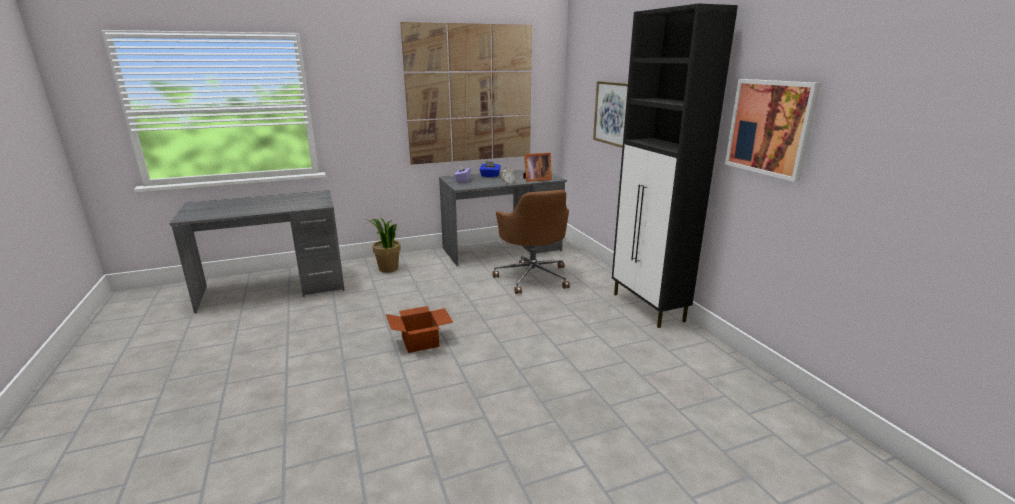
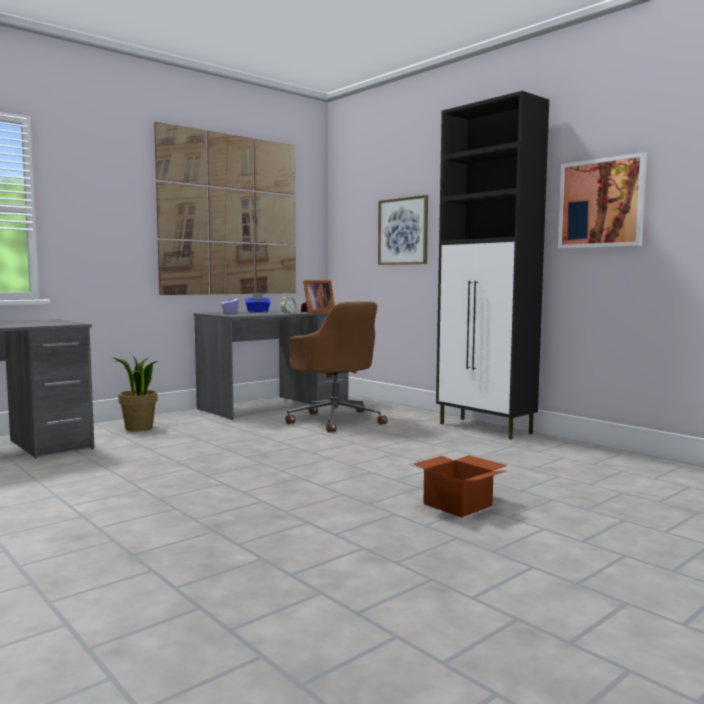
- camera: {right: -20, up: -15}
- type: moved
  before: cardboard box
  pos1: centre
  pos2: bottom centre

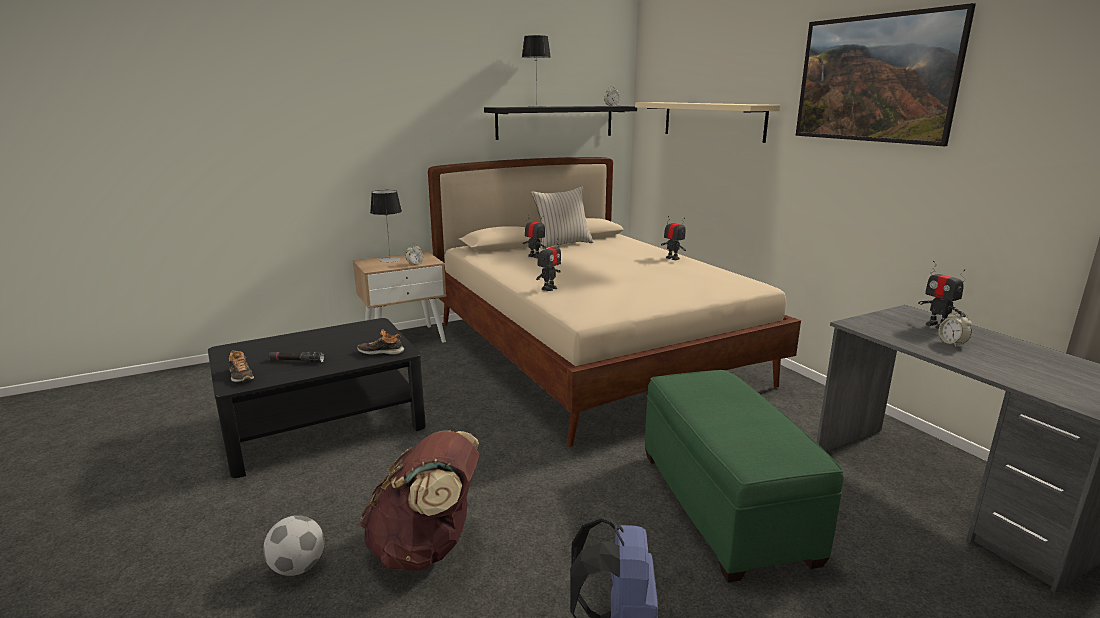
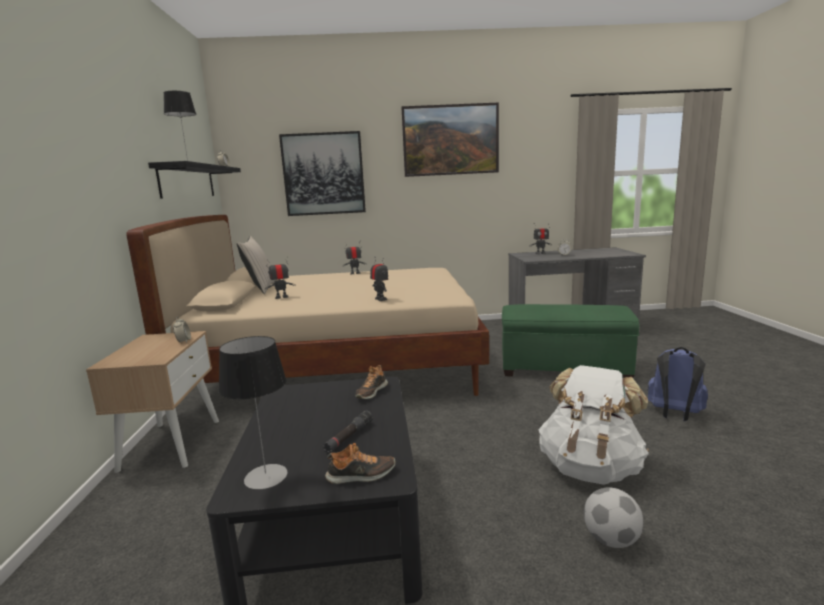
- camera: {right: -65, up: -5}
- type: replaced
  before: beige shelf
  after: picture (1st from left)
  pos1: top centre
  pos2: top centre
- type: moved
  before: table lamp (1st from left in the first image)
  after: table lamp (2nd from left)
  pos1: centre
  pos2: bottom left
- type: recoloured
  before: brown backpack
  after: white backpack
  pos1: bottom centre
  pos2: bottom right

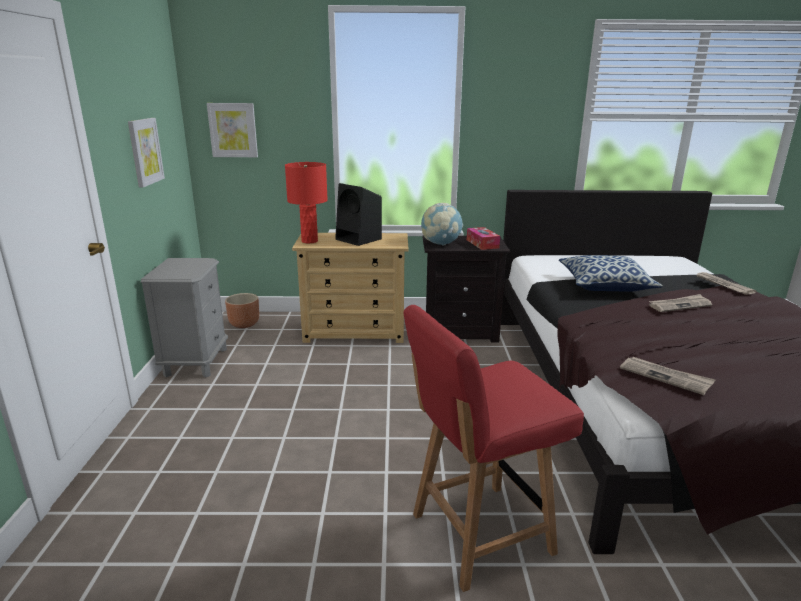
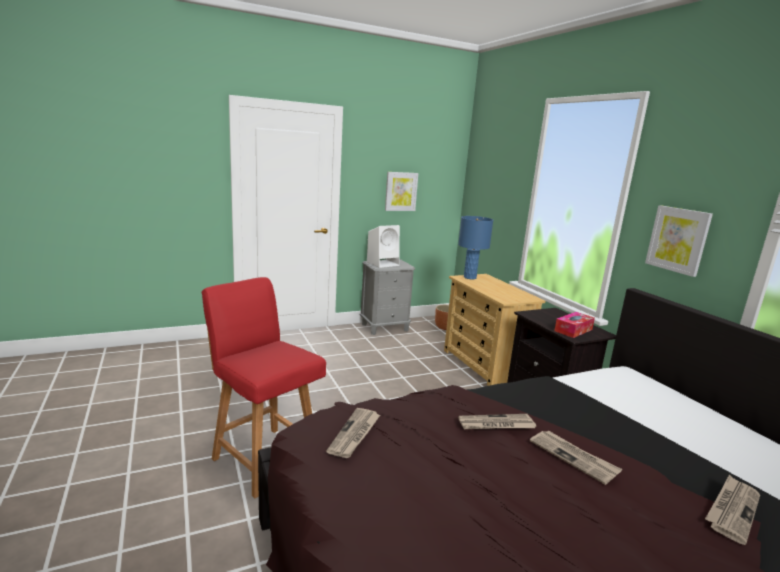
- camera: {right: 65, up: -5}
- type: moved
  before: picture (2nd from left)
  pos1: top left
  pos2: middle right
- type: recoloured
  before: red table lamp
  after: blue table lamp
  pos1: centre
  pos2: centre
- type: removed
  before: black speaker
  pos1: centre
- type: removed
  before: globe
  pos1: centre
- type: removed
  before: pillow
  pos1: middle right
- type: added
  after: white speaker
  pos2: centre
- type: added
  after: newspaper (2nd from left)
  pos2: bottom centre

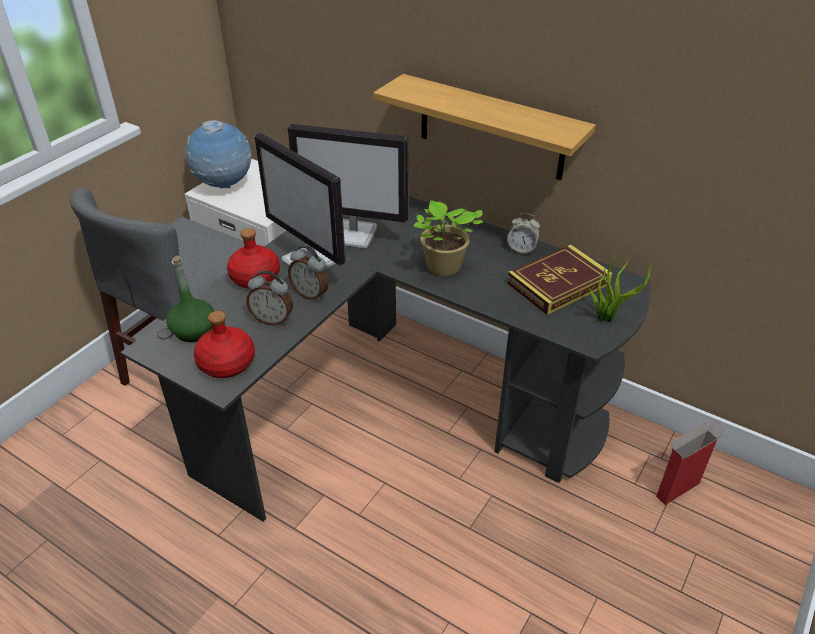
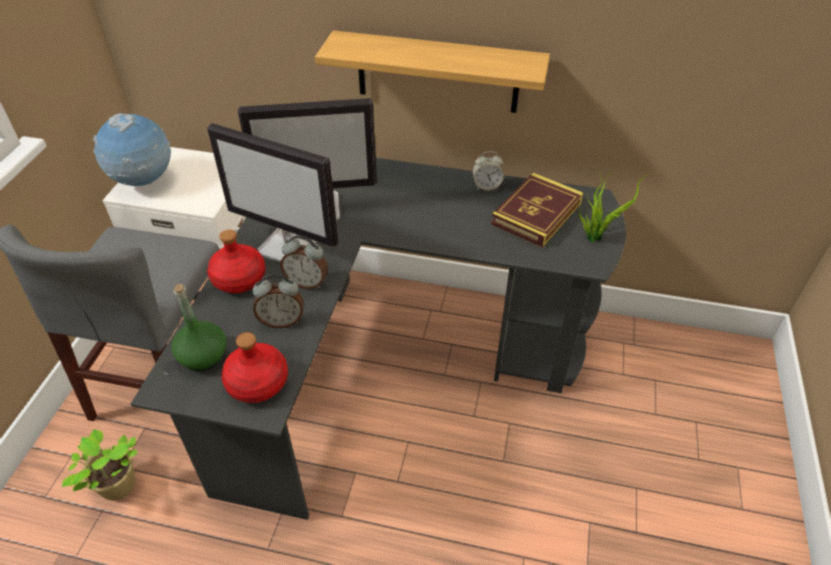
- camera: {right: -20, up: 5}
- type: moved
  before: potted plant (1st from left)
  pos1: centre
  pos2: bottom left
- type: removed
  before: cardboard box
  pos1: bottom right

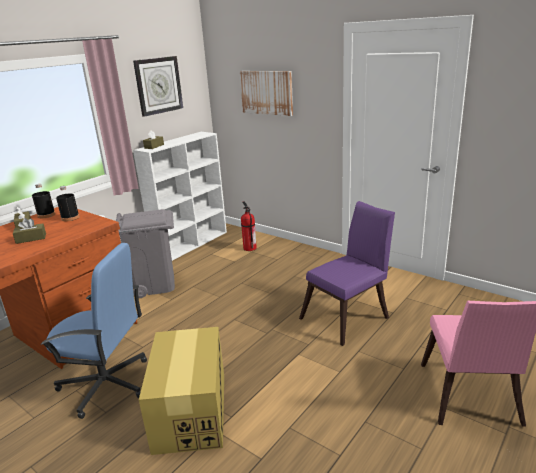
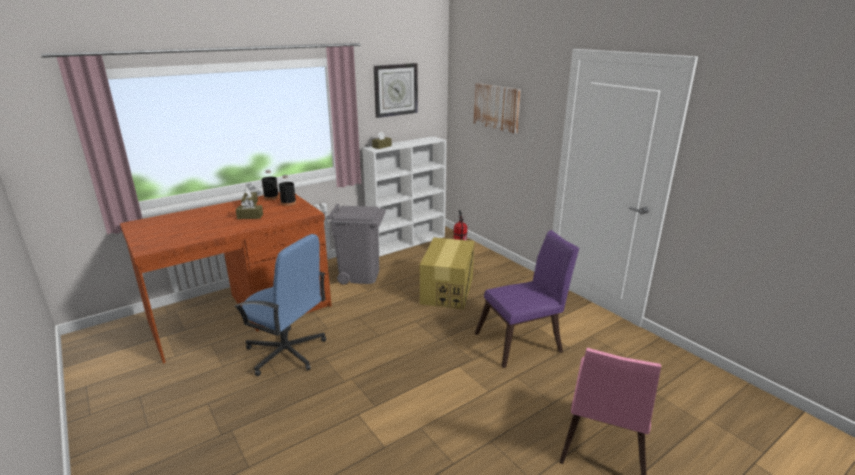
- camera: {right: 15, up: 0}
- type: moved
  before: cardboard box
  pos1: bottom centre
  pos2: centre

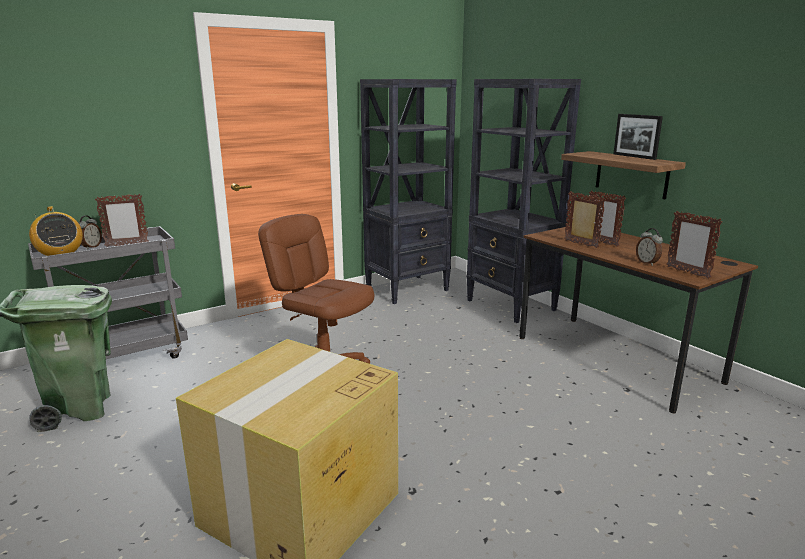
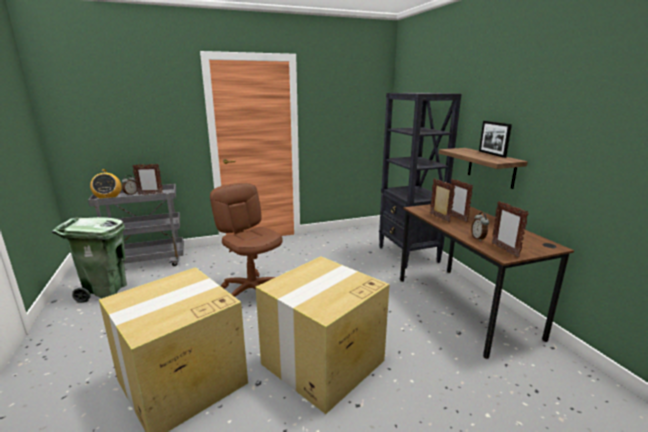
- camera: {right: 15, up: 0}
- type: removed
  before: black bookcase (1st from left)
  pos1: centre
- type: added
  after: cardboard box (2nd from left)
  pos2: bottom centre

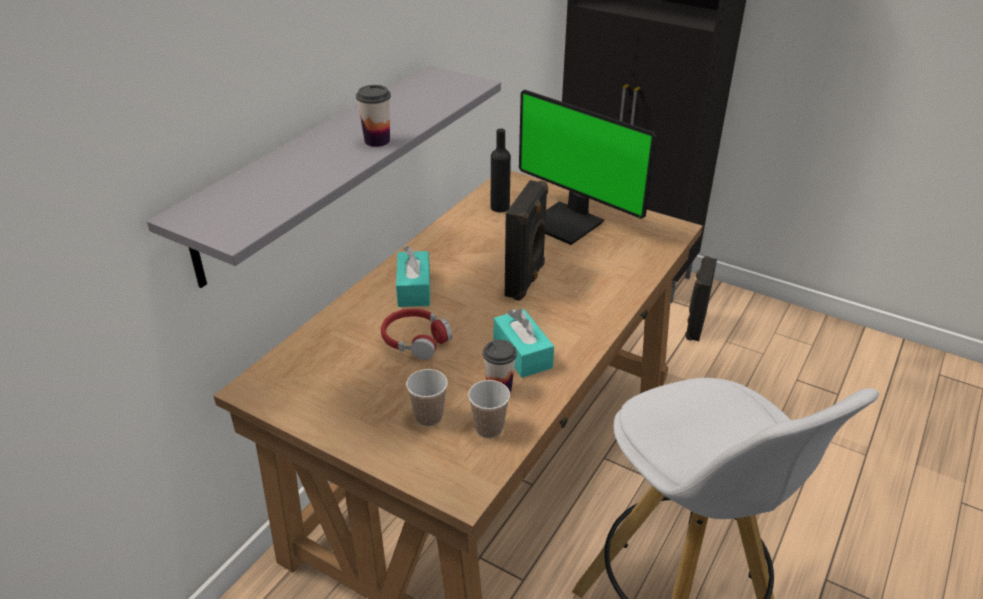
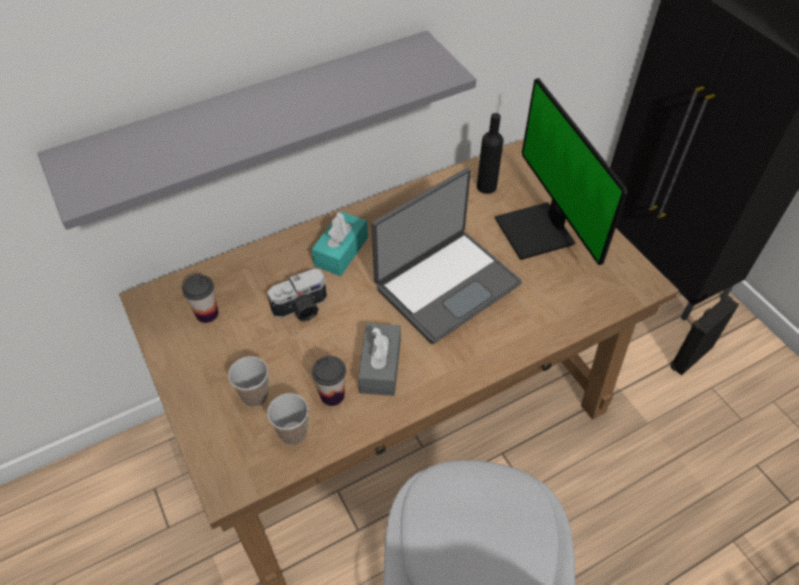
- camera: {right: 30, up: 15}
- type: moved
  before: cup (1st from left)
  pos1: top centre
  pos2: middle left
- type: replaced
  before: black speaker (1st from left)
  after: laptop
  pos1: centre
  pos2: centre
- type: replaced
  before: red headphones
  after: photo camera
  pos1: centre
  pos2: centre
- type: recoloured
  before: turquoise tissue box (2nd from left)
  after: grey tissue box
  pos1: centre
  pos2: centre

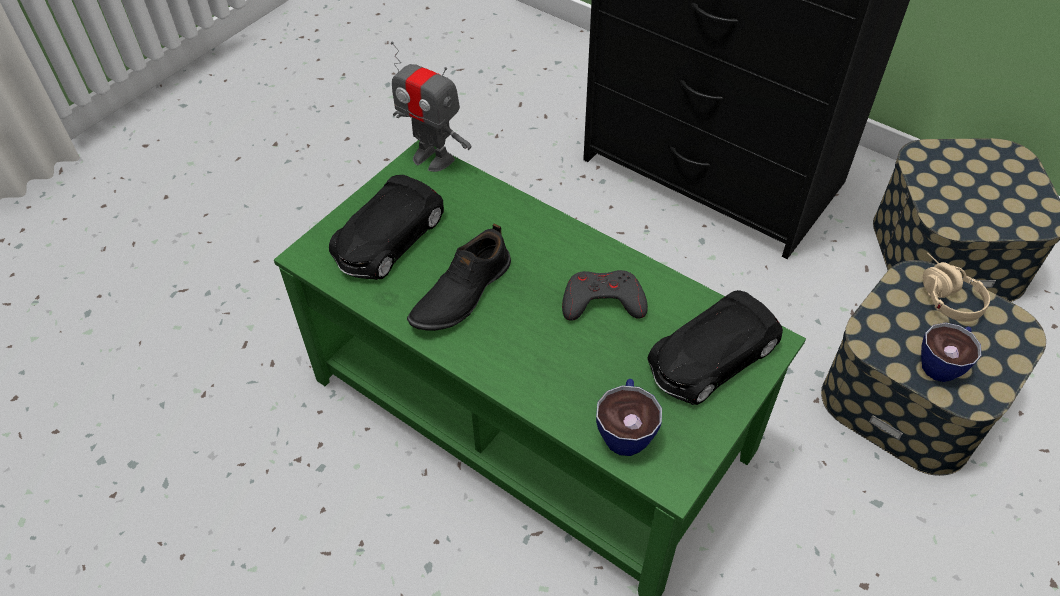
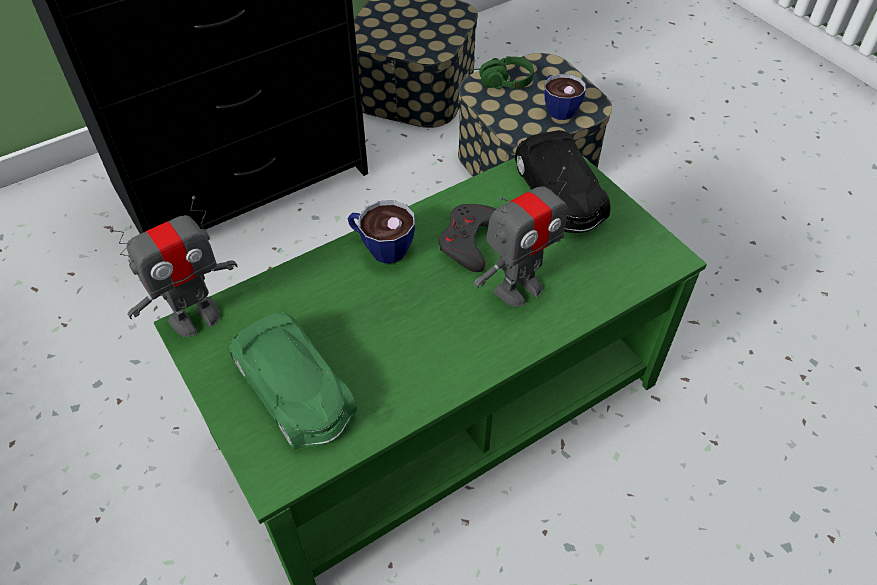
- camera: {right: -70, up: 0}
- type: recoloured
  before: black toy car (1st from left)
  after: green toy car
  pos1: centre
  pos2: centre
- type: removed
  before: black shoe
  pos1: centre
- type: recoloured
  before: beige headphones
  after: green headphones
  pos1: middle right
  pos2: top centre
- type: moved
  before: cup (1st from left)
  pos1: bottom centre
  pos2: centre
- type: added
  after: toy robot (2nd from left)
  pos2: centre

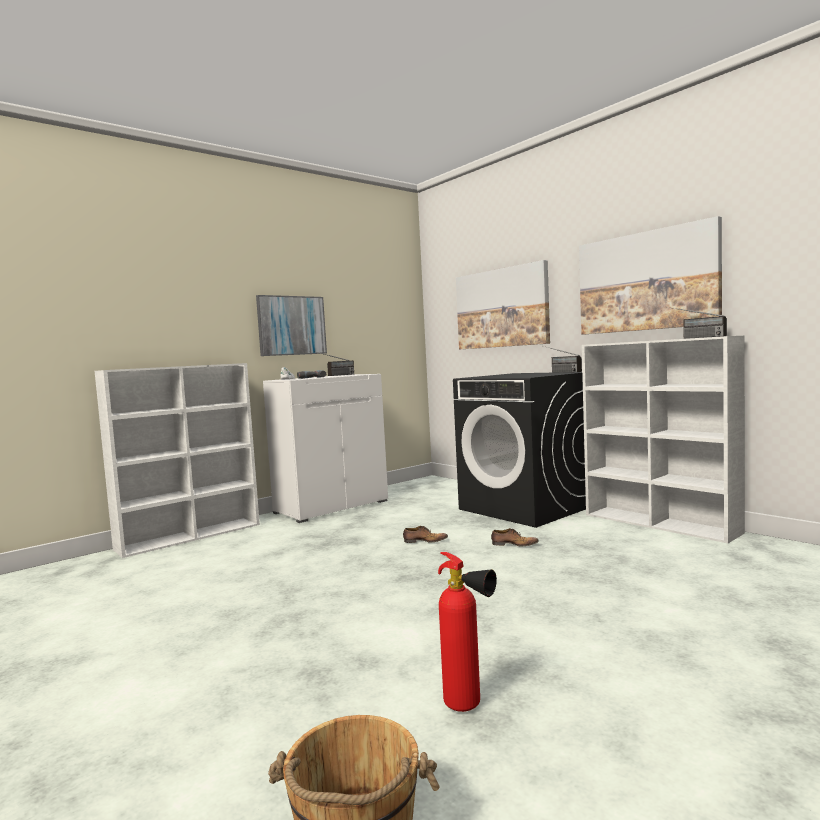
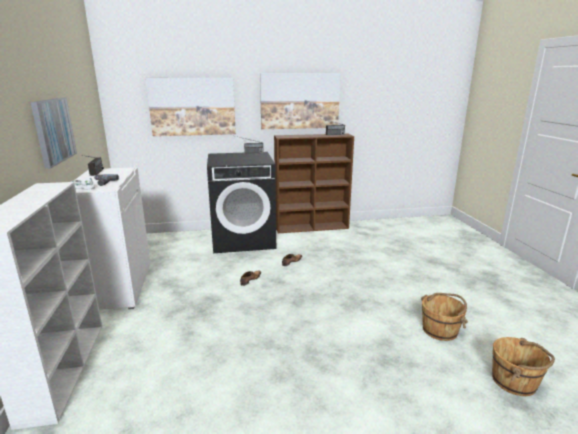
- camera: {right: -60, up: 15}
- type: recoloured
  before: white bookcase (2nd from left)
  after: brown bookcase
  pos1: middle right
  pos2: centre
- type: replaced
  before: fire extinguisher
  after: brown bucket (1st from left)
  pos1: bottom centre
  pos2: bottom right

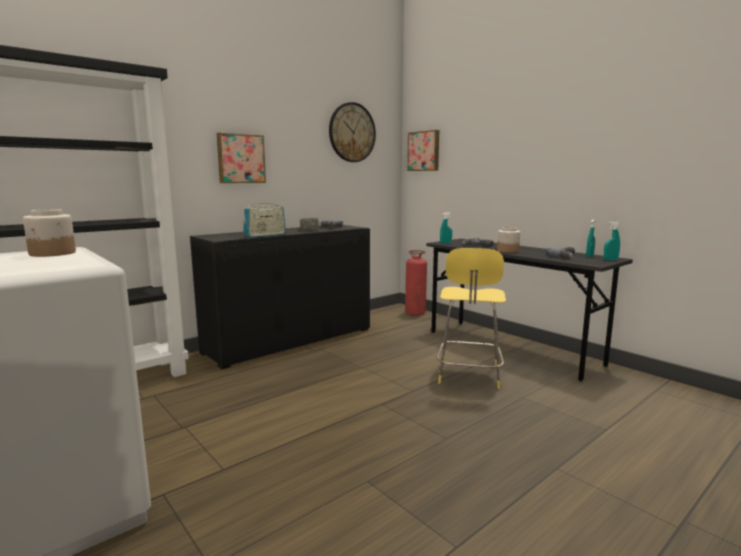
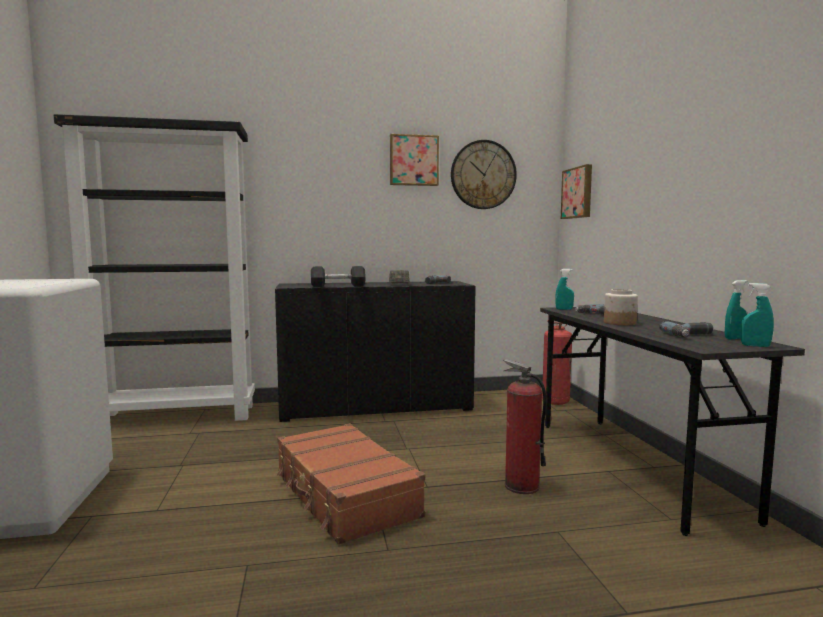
- camera: {right: 30, up: -5}
- type: moved
  before: picture (1st from left)
  pos1: top left
  pos2: top centre
- type: replaced
  before: radio
  after: grey dumbbell
  pos1: centre
  pos2: centre
- type: removed
  before: jar (1st from left)
  pos1: middle left
- type: replaced
  before: yellow stool
  after: fire extinguisher (1st from left)
  pos1: centre
  pos2: bottom centre
- type: added
  after: brown suitcase
  pos2: bottom centre

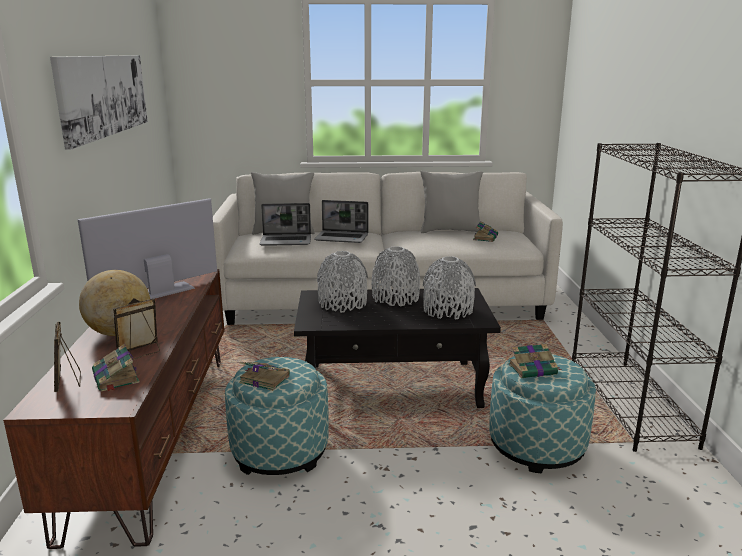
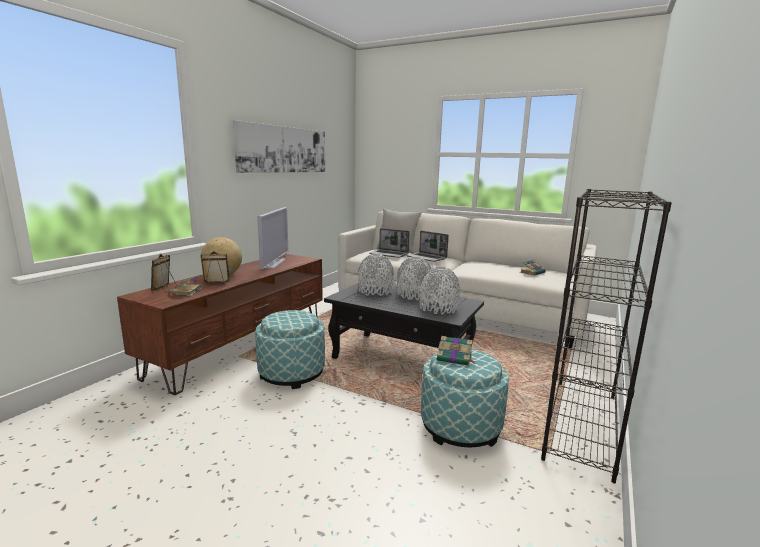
- camera: {right: 30, up: -5}
- type: removed
  before: grey pillow (2nd from left)
  pos1: centre
- type: turned
  before: television
  pos1: middle left
  pos2: centre
  turn: 105
- type: removed
  before: book (2nd from left)
  pos1: bottom centre

